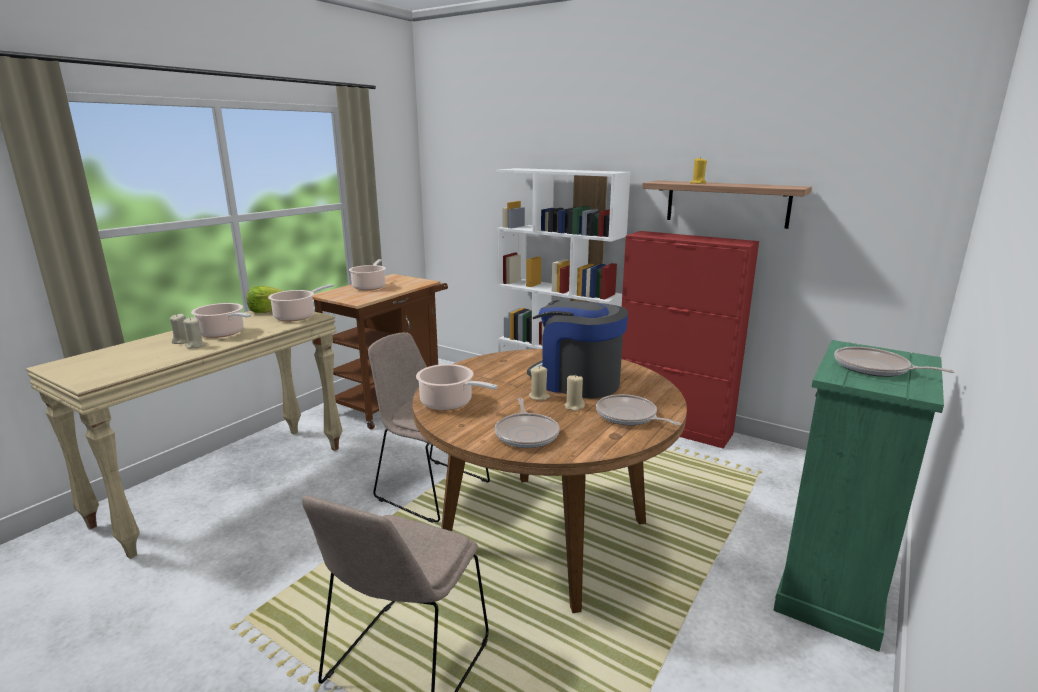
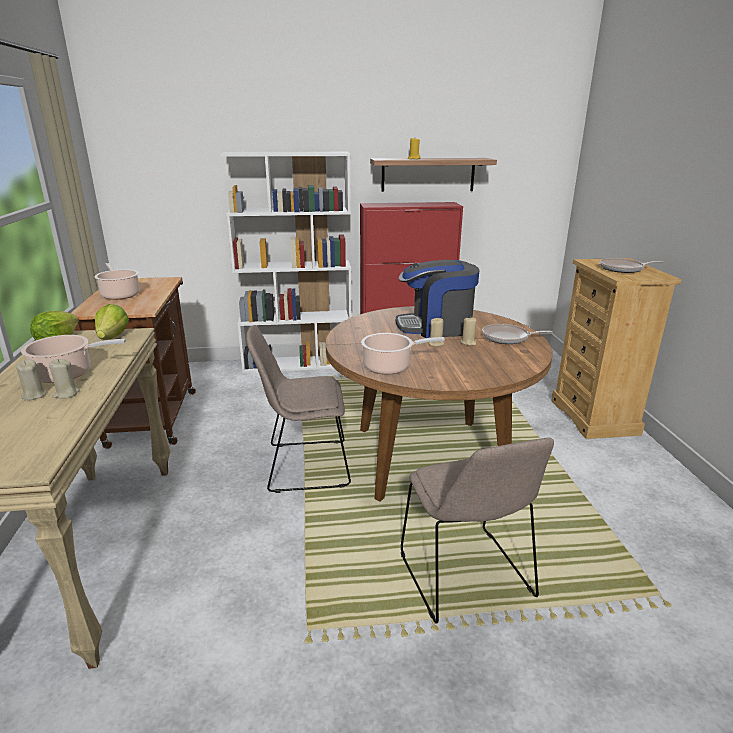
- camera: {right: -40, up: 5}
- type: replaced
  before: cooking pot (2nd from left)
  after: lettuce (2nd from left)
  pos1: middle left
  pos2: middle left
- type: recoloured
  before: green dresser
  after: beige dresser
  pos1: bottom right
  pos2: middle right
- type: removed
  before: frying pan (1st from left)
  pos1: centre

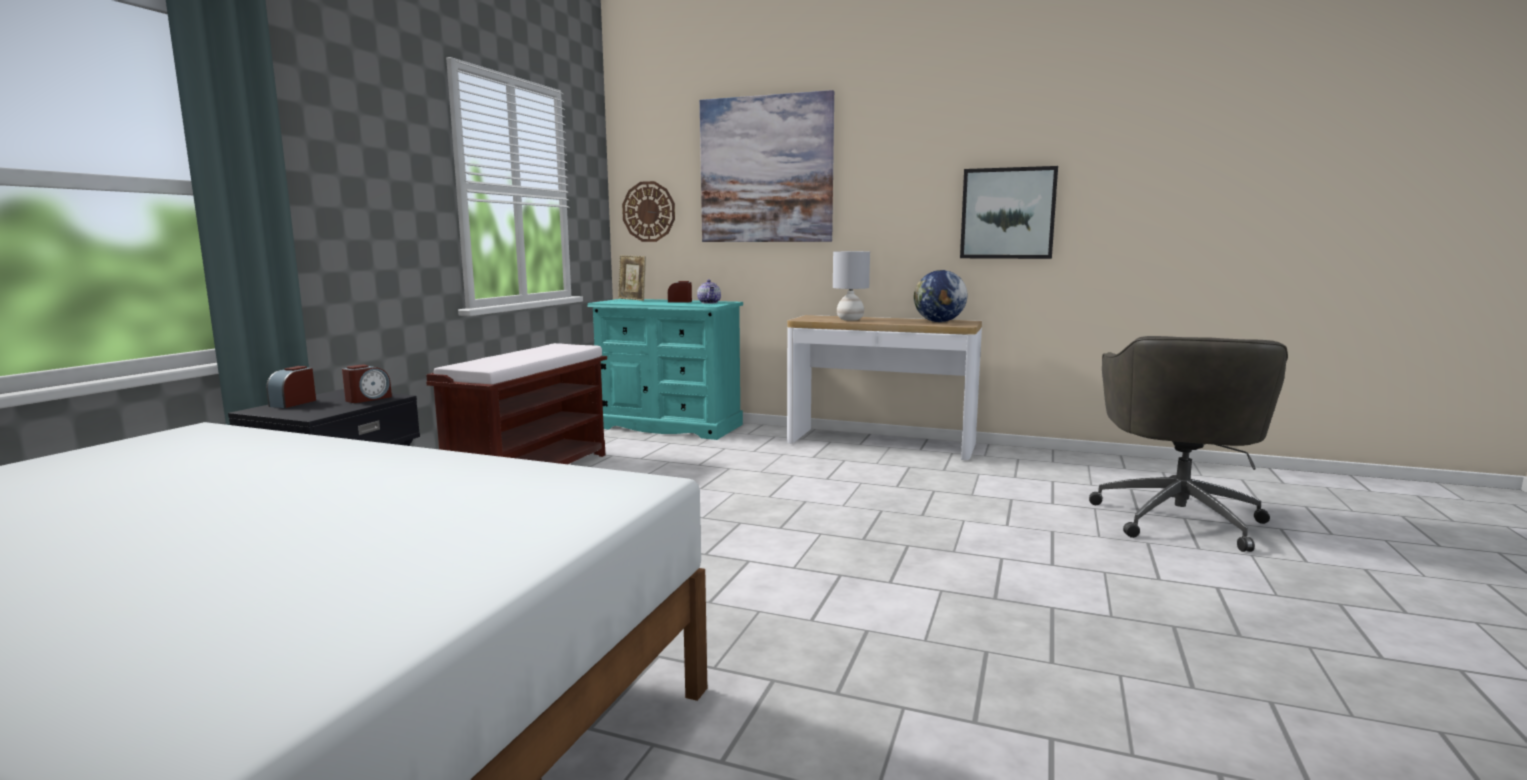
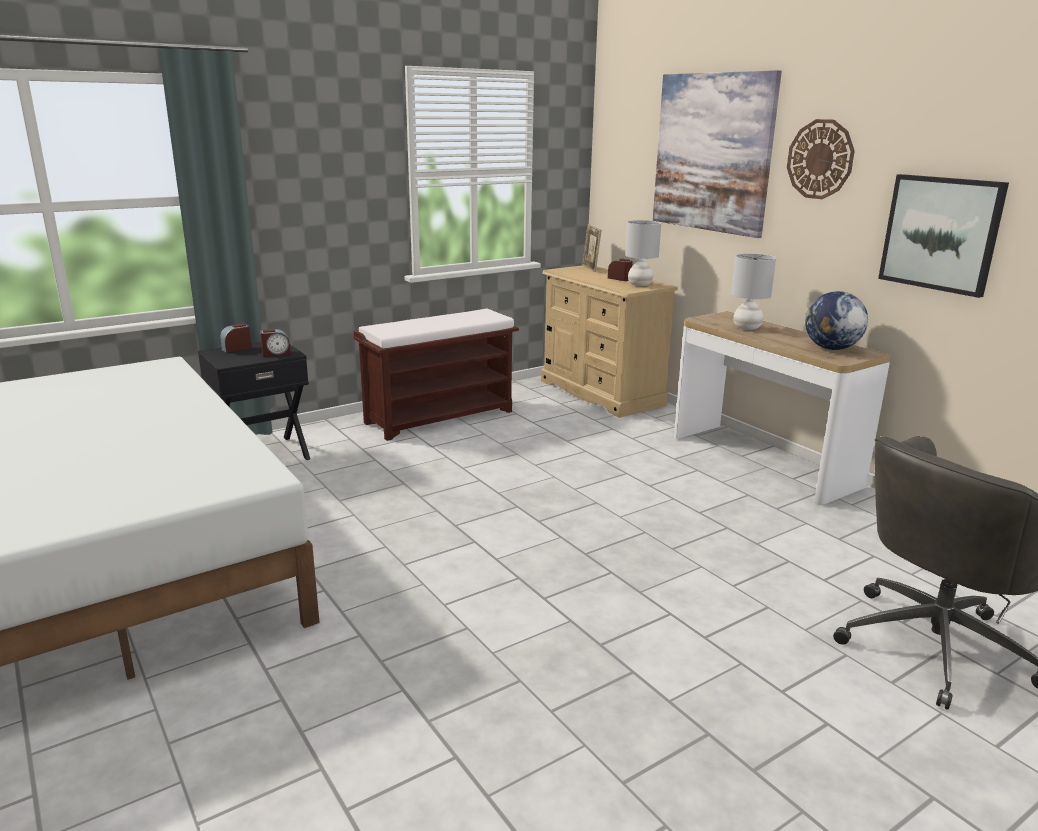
- camera: {right: 35, up: 10}
- type: moved
  before: wall clock
  pos1: top centre
  pos2: top right
- type: replaced
  before: teapot
  after: grey table lamp (1st from left)
  pos1: centre
  pos2: top centre
- type: recoloured
  before: turquoise dresser
  after: beige dresser
  pos1: centre
  pos2: centre

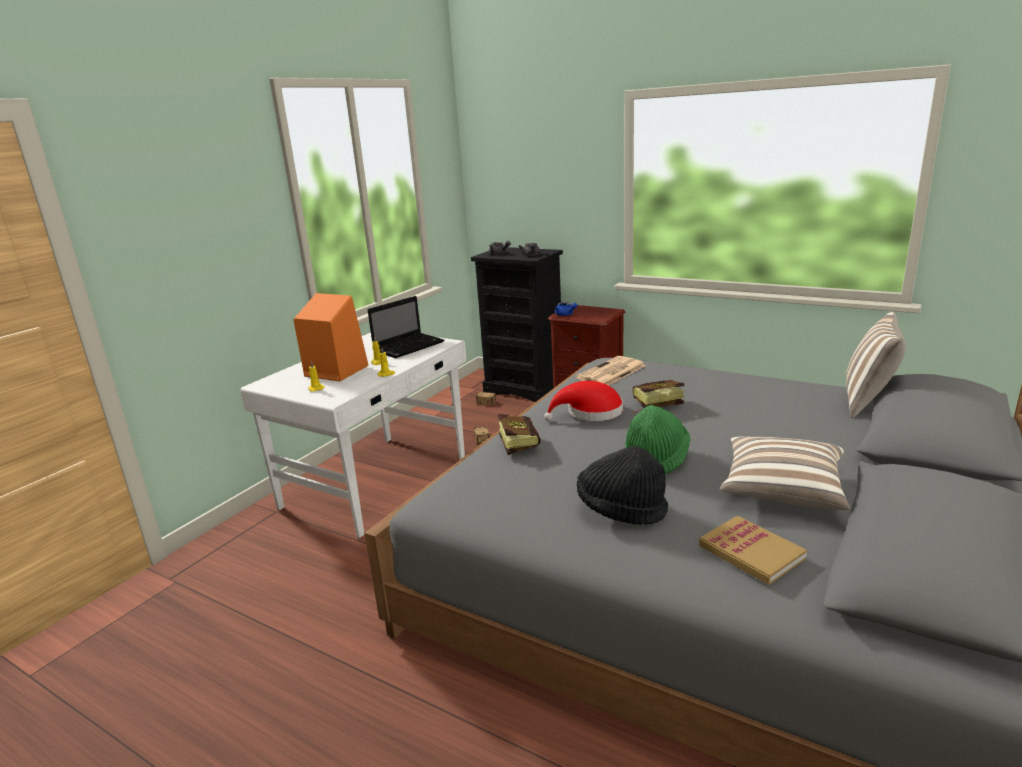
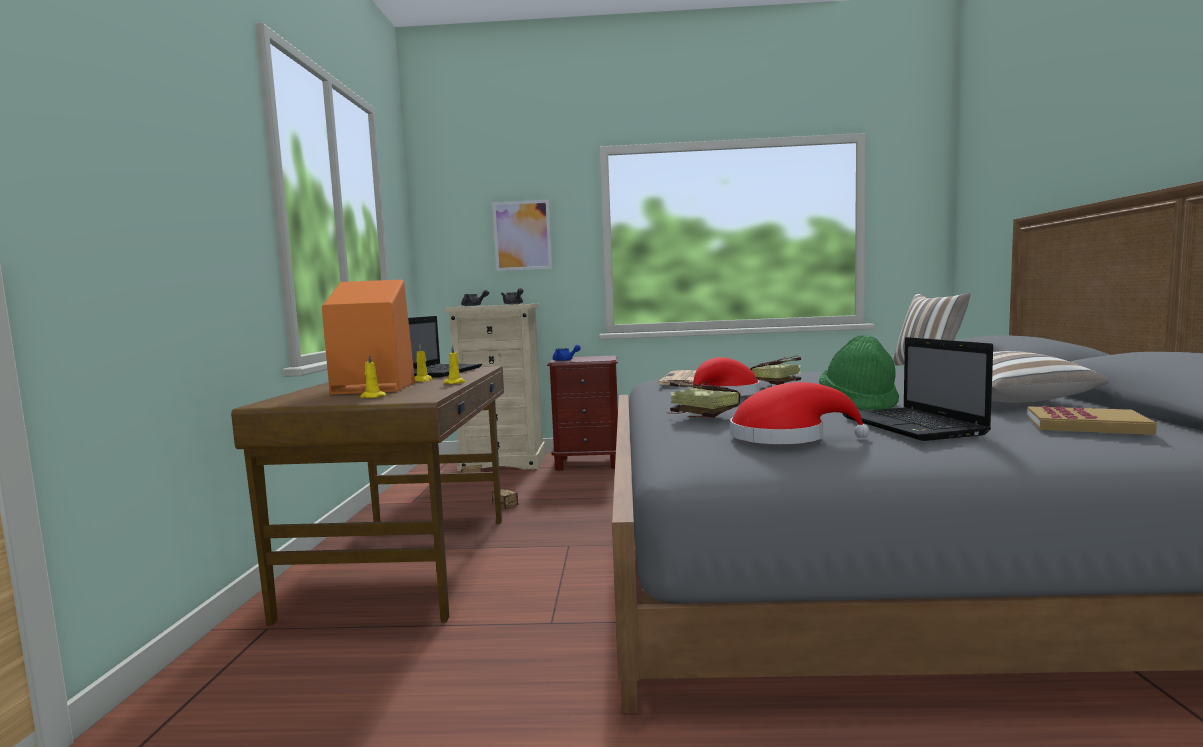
- camera: {right: -30, up: -15}
- type: recoloured
  before: black dresser
  after: beige dresser
  pos1: centre
  pos2: centre
- type: recoloured
  before: white desk
  after: brown desk
  pos1: centre
  pos2: middle left
- type: replaced
  before: black hat
  after: laptop (2nd from left)
  pos1: centre
  pos2: middle right
- type: added
  after: picture
  pos2: top centre
- type: added
  after: red hat (2nd from left)
  pos2: centre

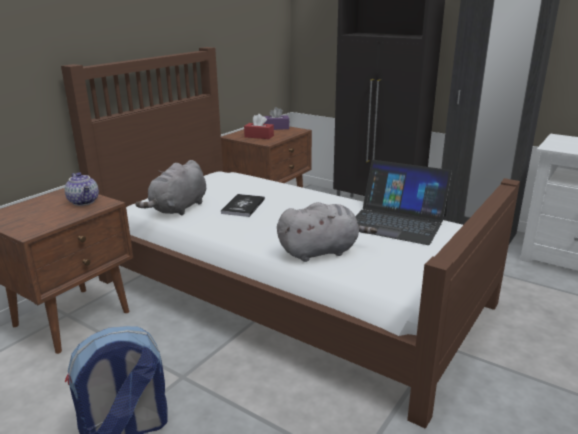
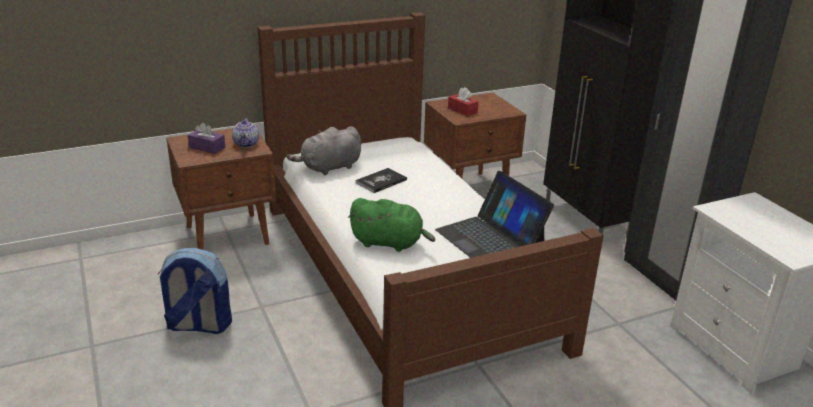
- camera: {right: 30, up: 5}
- type: moved
  before: purple tissue box
  pos1: top centre
  pos2: middle left
- type: recoloured
  before: grey plush toy (2nd from left)
  after: green plush toy
  pos1: centre
  pos2: centre

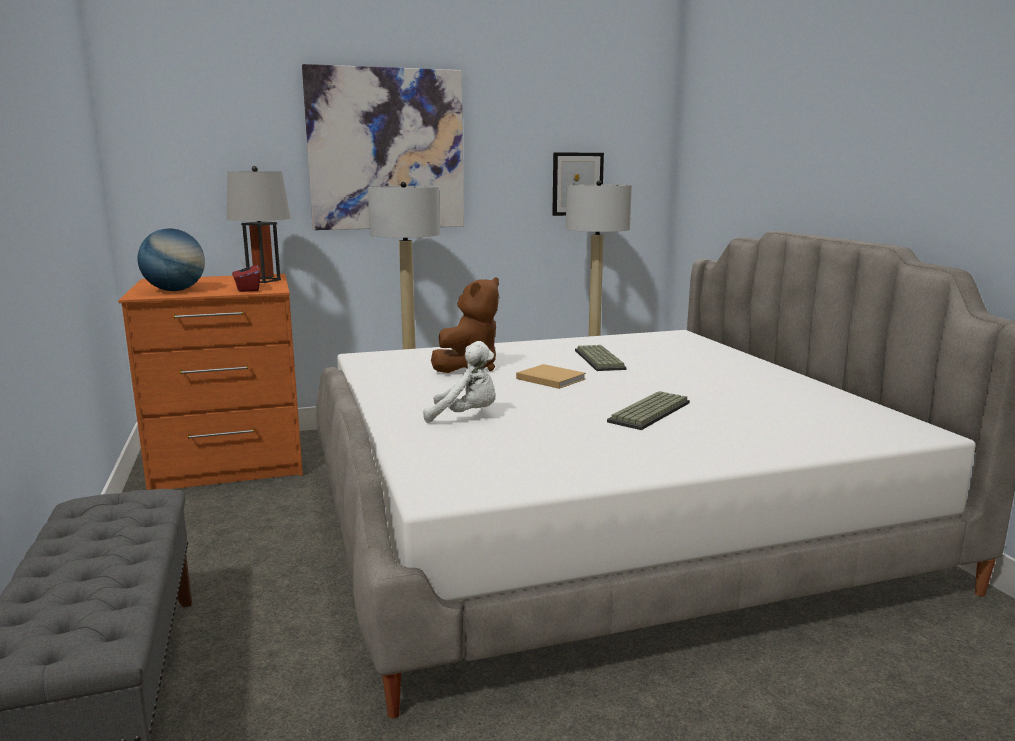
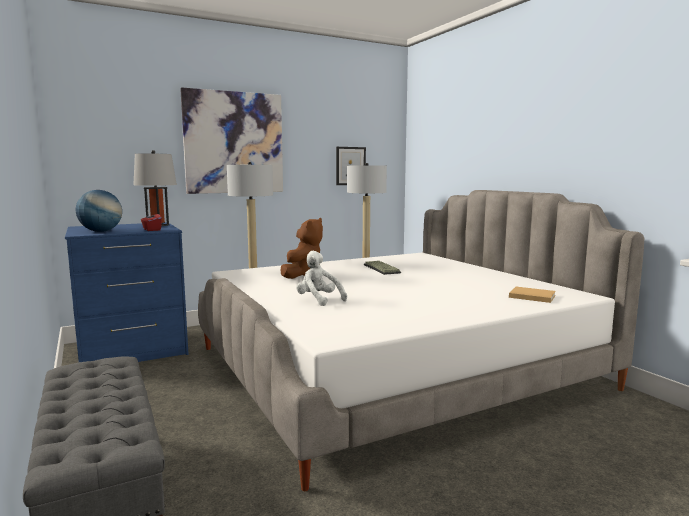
- camera: {right: -10, up: -5}
- type: recoloured
  before: orange dresser
  after: blue dresser
  pos1: middle left
  pos2: middle left
- type: turned
  before: white plush toy
  pos1: centre
  pos2: centre
  turn: -135
- type: moved
  before: beige book
  pos1: centre
  pos2: middle right
- type: removed
  before: keyboard (2nd from left)
  pos1: centre

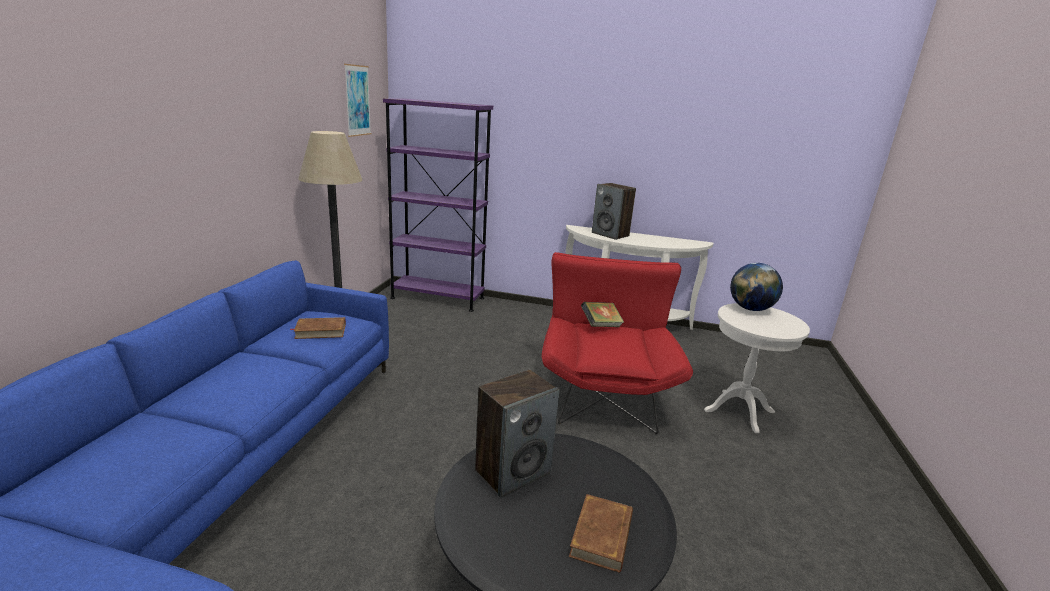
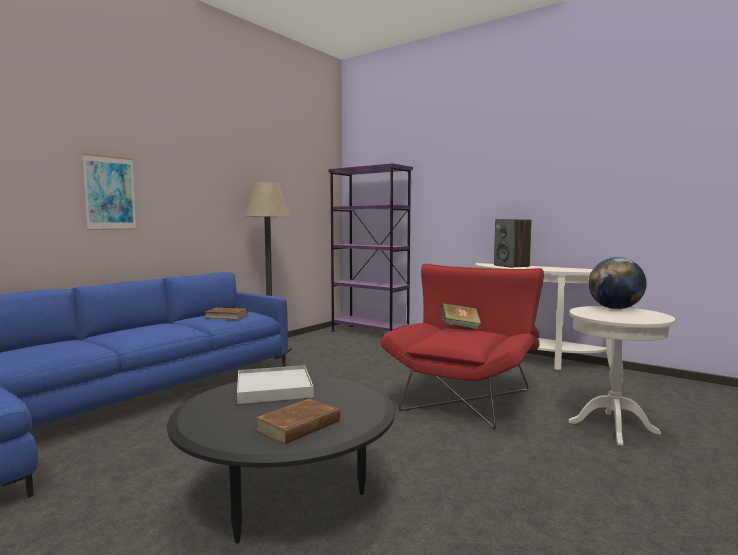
- camera: {right: 25, up: -15}
- type: moved
  before: picture
  pos1: top centre
  pos2: middle left
- type: replaced
  before: speaker (1st from left)
  after: white tray
  pos1: bottom centre
  pos2: bottom centre

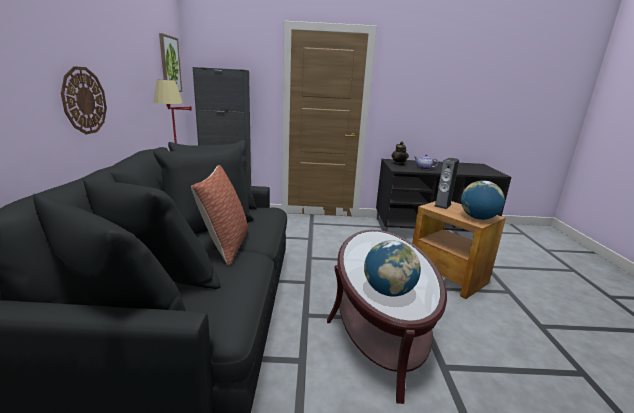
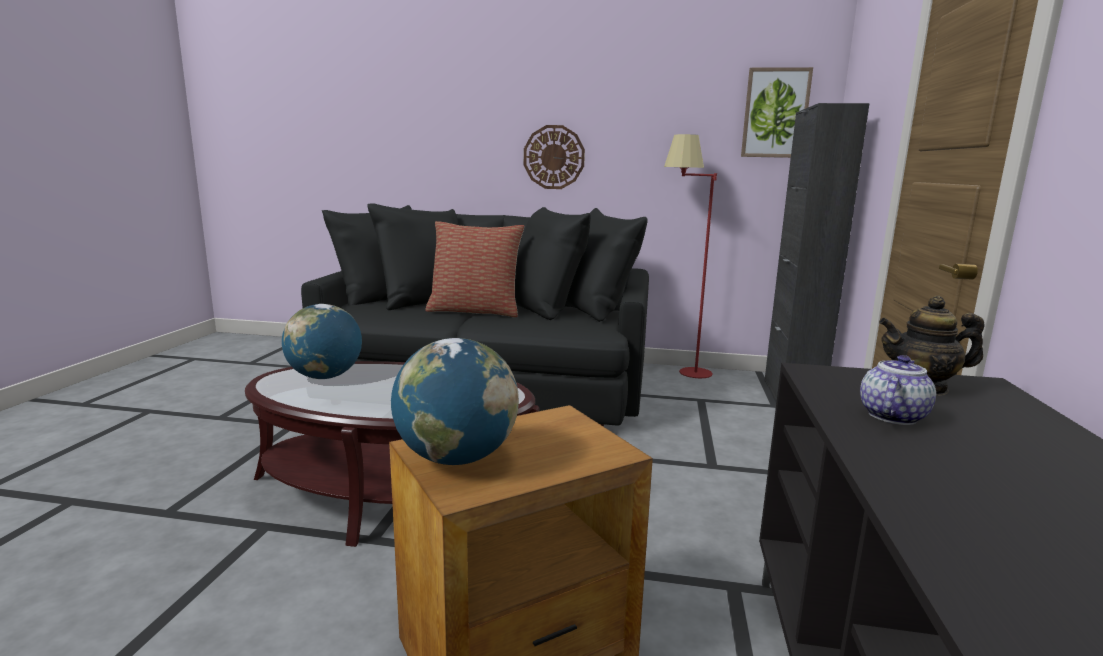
- camera: {right: 100, up: -5}
- type: removed
  before: speaker
  pos1: middle right

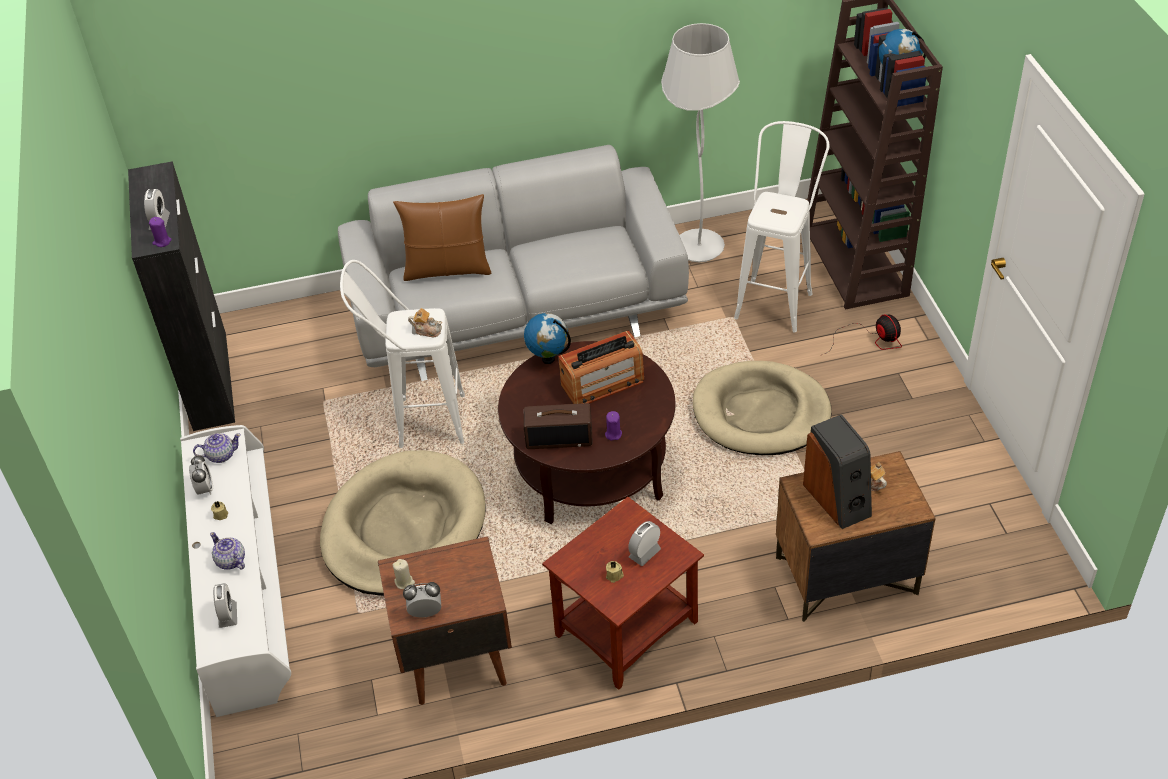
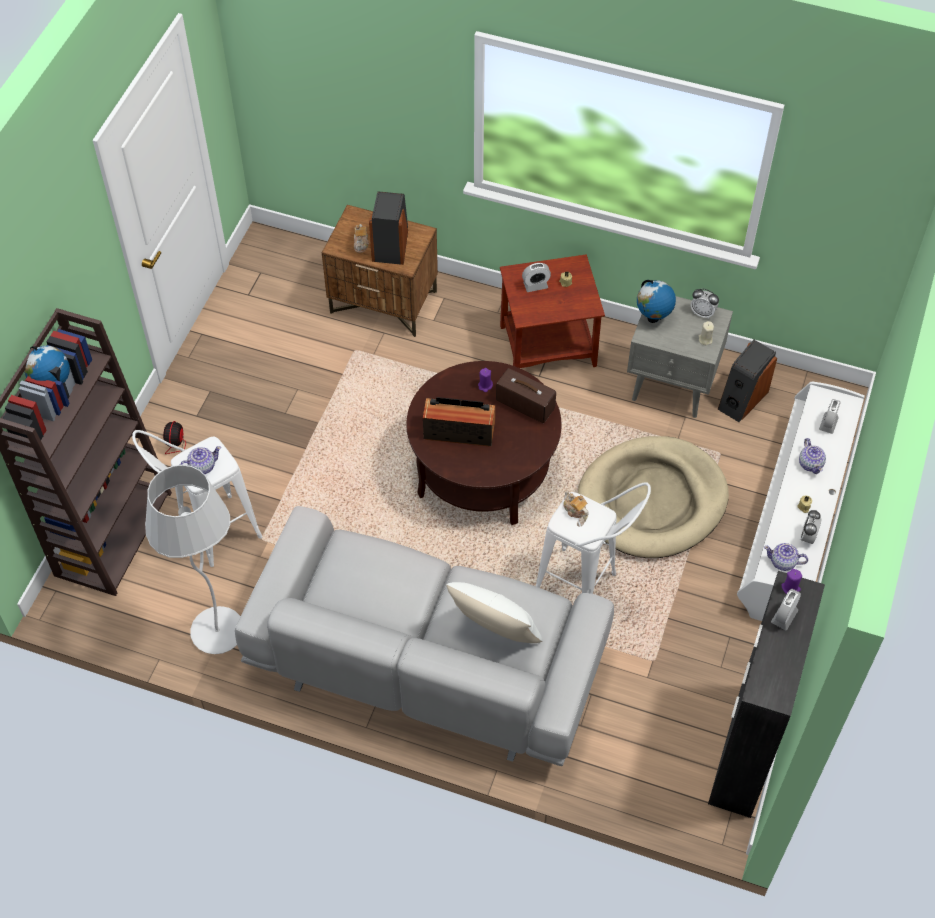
- camera: {right: -150, up: 10}
- type: recoloured
  before: brown pillow
  after: white pillow
  pos1: top centre
  pos2: bottom centre
- type: moved
  before: globe (1st from left in the first image)
  after: globe (2nd from left)
  pos1: centre
  pos2: top right
- type: removed
  before: beige dog bed (2nd from left)
  pos1: centre
- type: recoloured
  before: brown nightstand (1st from left)
  after: grey nightstand
  pos1: bottom centre
  pos2: middle right
- type: added
  after: speaker (2nd from left)
  pos2: middle right
- type: added
  after: teapot (1st from left)
  pos2: middle left

